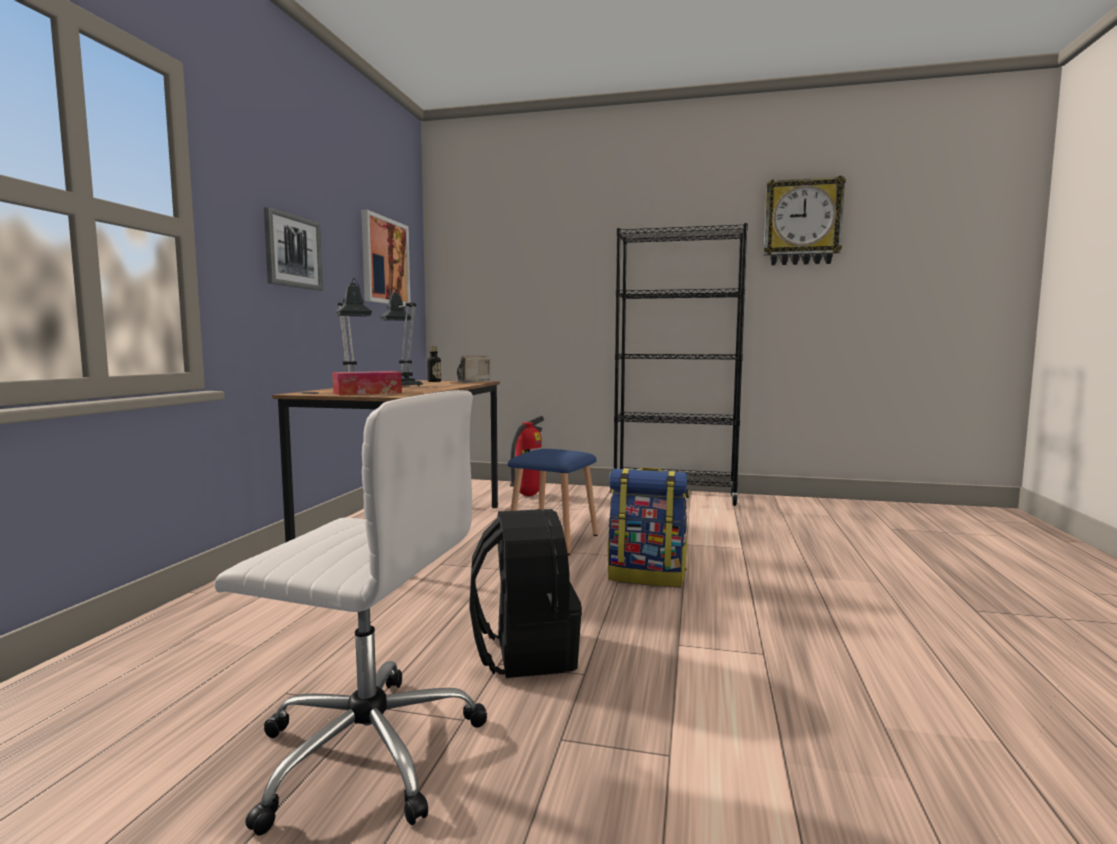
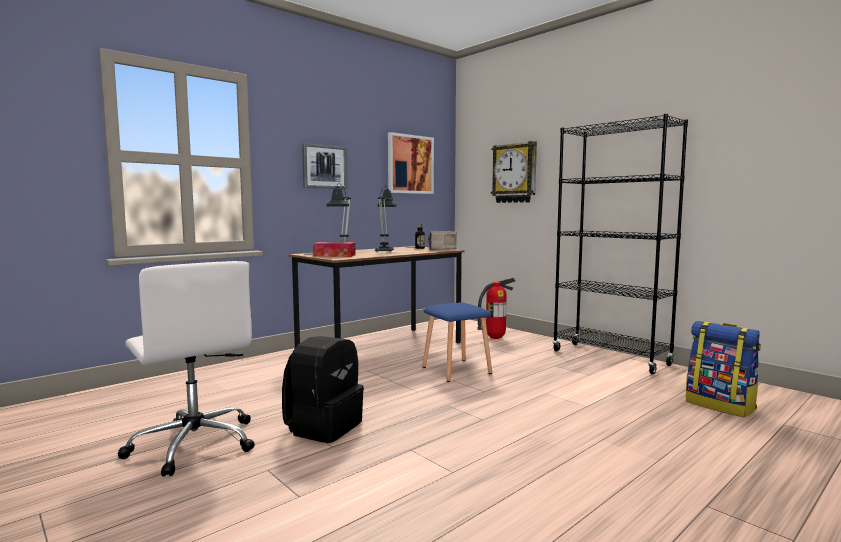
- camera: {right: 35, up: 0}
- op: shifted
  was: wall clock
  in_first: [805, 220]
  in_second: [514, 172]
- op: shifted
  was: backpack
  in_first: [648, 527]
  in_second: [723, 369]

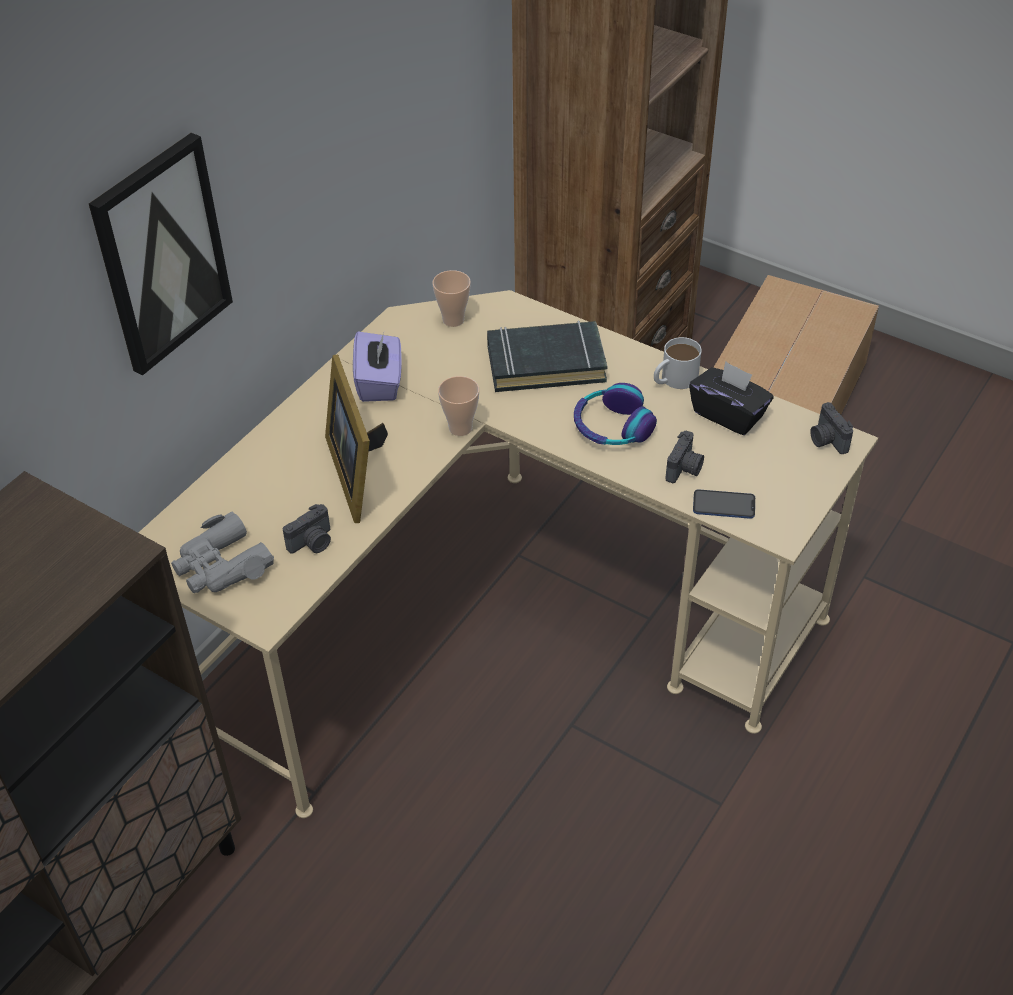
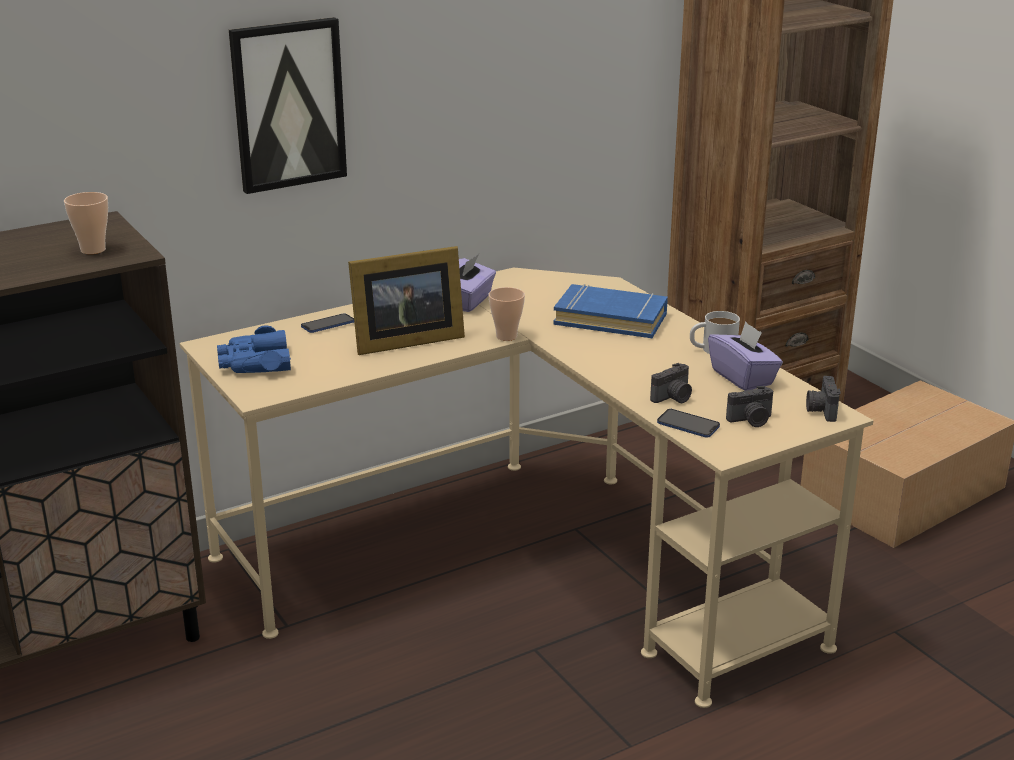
- camera: {right: 25, up: -20}
- op: shifted
  was: cup
  in_first: [451, 298]
  in_second: [86, 223]
- op: repainted
  was: book (black)
  now: book (blue)
  in_first: [547, 356]
  in_second: [610, 311]
- op: rotated
  was: picture frame
  in_first: [356, 439]
  in_second: [406, 300]
  clockwise: -120
- op: repainted
  was: tissue box (black)
  now: tissue box (purple)
  in_first: [731, 398]
  in_second: [745, 356]
- op: gone
  was: headphones
  in_first: [615, 414]
- op: shifted
  was: photo camera
  in_first: [306, 528]
  in_second: [749, 406]
- op: repainted
  was: binoculars (grey)
  now: binoculars (blue)
  in_first: [222, 552]
  in_second: [254, 349]
- op: new
  now: phone
  in_second: [327, 323]

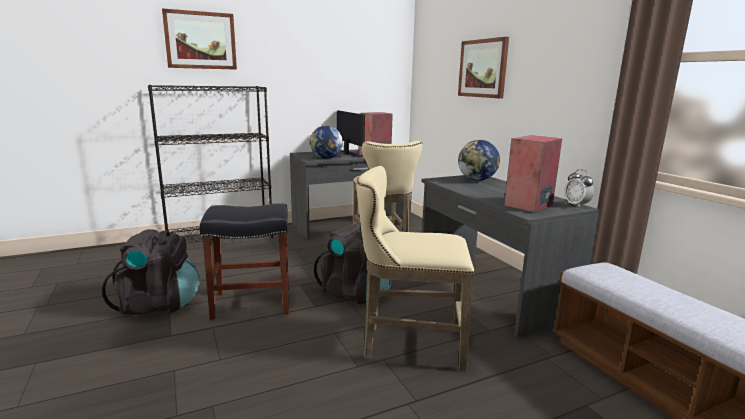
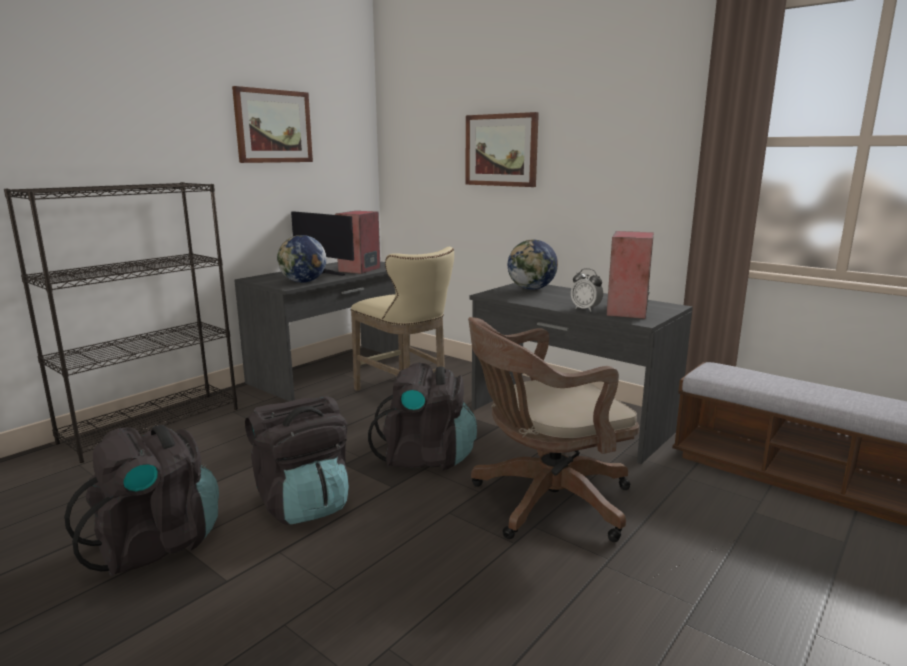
- camera: {right: -25, up: 0}
- op: shifted
  was: picture
  in_first: [199, 39]
  in_second: [272, 124]
- op: swapped
  was: stool (beige)
  now: office chair (brown)
  in_first: [415, 268]
  in_second: [553, 429]
- op: shifted
  was: alarm clock
  in_first: [579, 188]
  in_second: [587, 290]
- op: swapped
  was: stool (black)
  now: backpack (black)
  in_first: [244, 261]
  in_second: [297, 460]

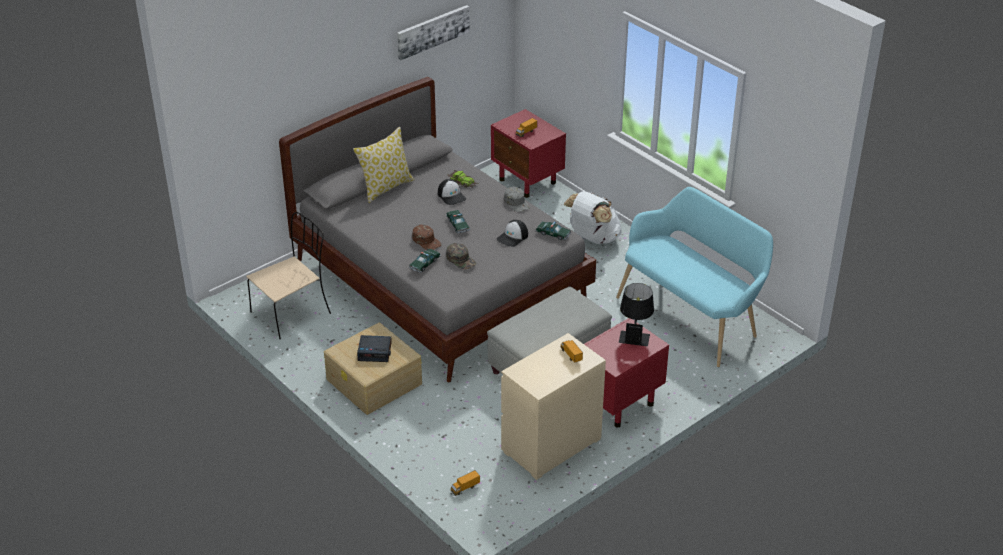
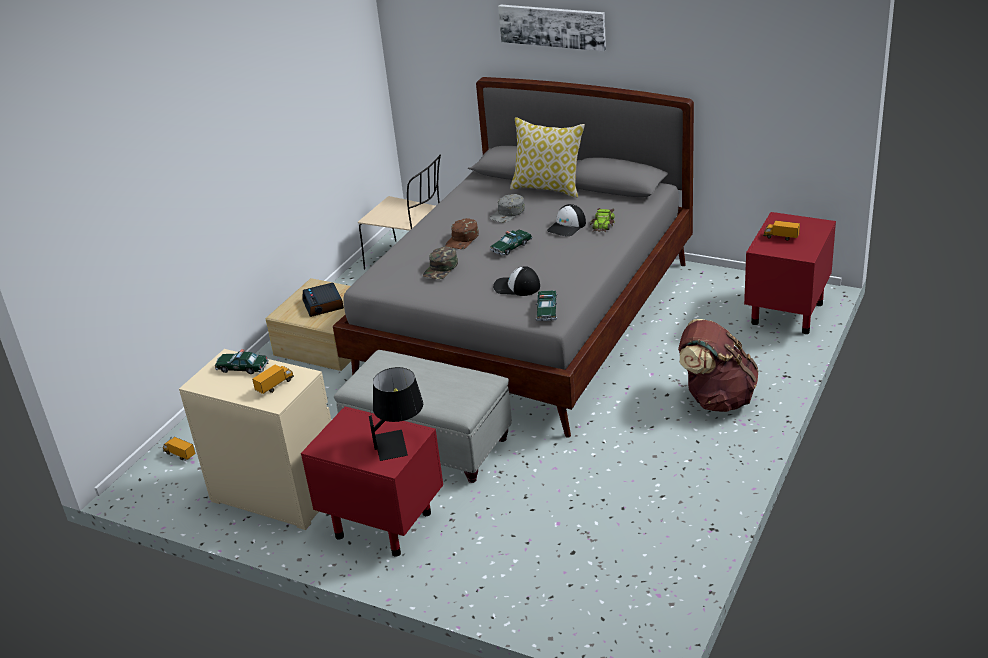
- camera: {right: 70, up: -5}
- op: shifted
  was: picture
  in_first: [433, 32]
  in_second: [552, 27]
- op: shifted
  was: cap (grey)
  in_first: [517, 199]
  in_second: [507, 208]
- op: gone
  was: bench (turquoise)
  in_first: [694, 277]
- op: repainted
  was: backpack (white)
  now: backpack (brown)
  in_first: [593, 217]
  in_second: [718, 365]
- op: shifted
  was: toy car
  in_first: [425, 260]
  in_second: [242, 361]

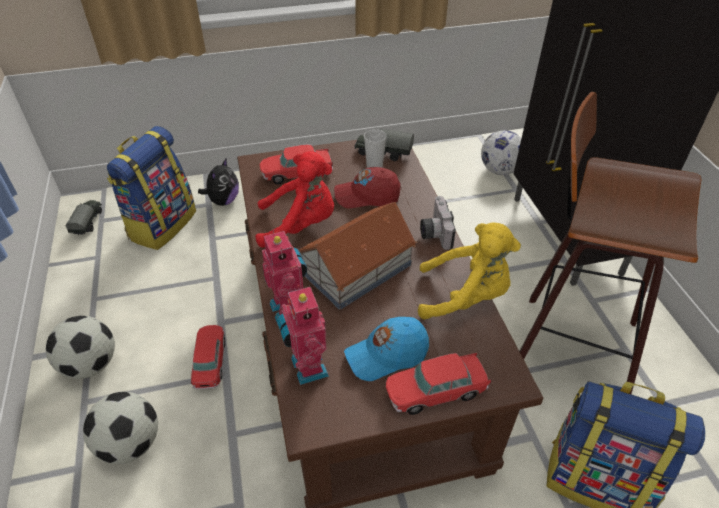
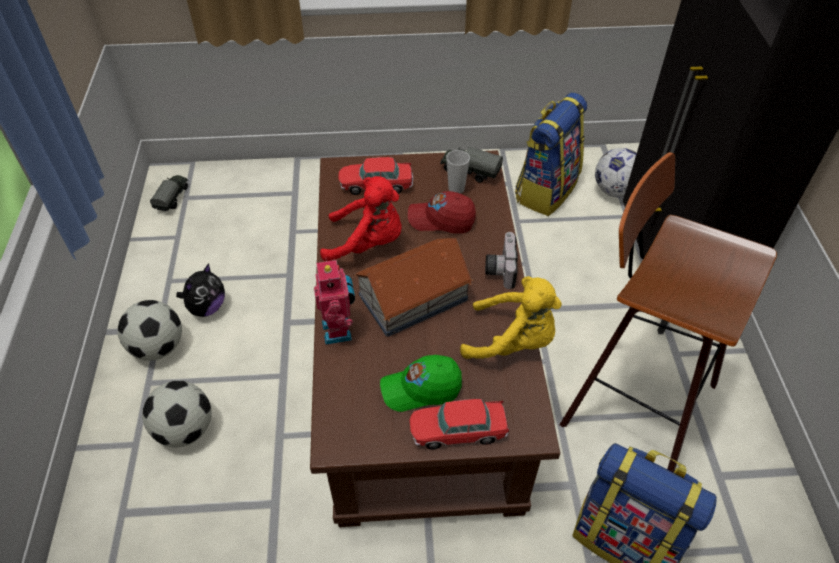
- camera: {right: 10, up: 5}
- op: shifted
  was: backpack
  in_first: [151, 188]
  in_second: [551, 154]
- op: shifted
  was: plush toy
  in_first: [218, 182]
  in_second: [200, 290]
- op: gone
  was: toy robot
  in_first: [303, 335]
- op: repainted
  was: cap (blue)
  now: cap (green)
  in_first: [386, 349]
  in_second: [421, 383]
- op: gone
  was: toy car
  in_first: [208, 357]

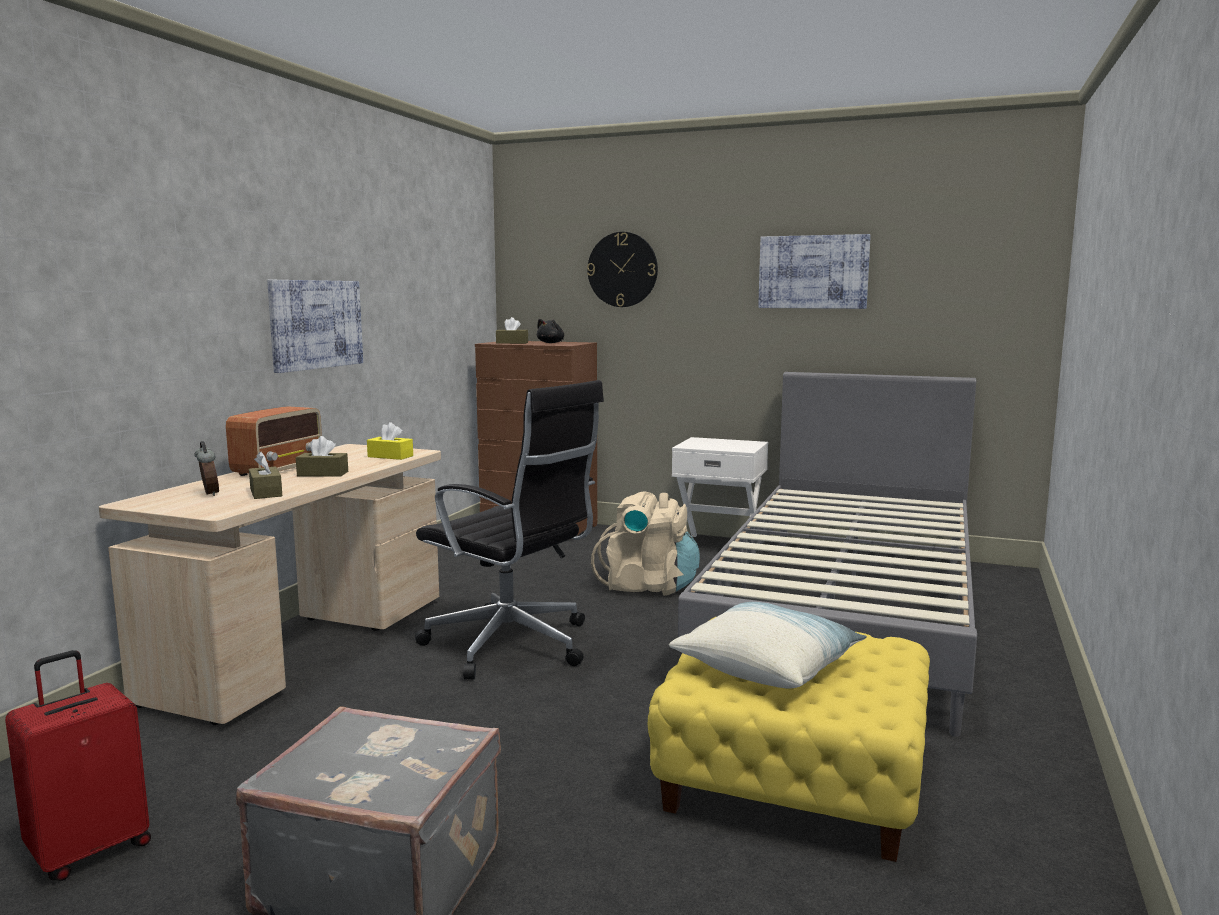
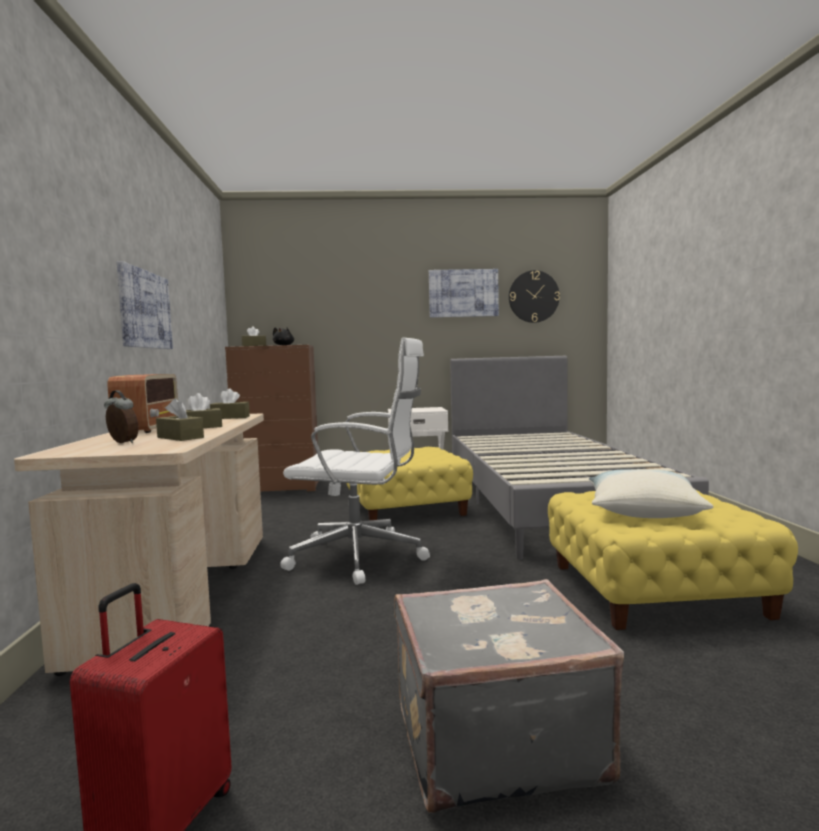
- camera: {right: -25, up: -5}
- op: shifted
  was: wall clock
  in_first: [622, 269]
  in_second: [534, 296]
- op: repainted
  was: office chair (black)
  now: office chair (white)
  in_first: [509, 530]
  in_second: [355, 461]
- op: repainted
  was: tissue box (yellow)
  now: tissue box (brown)
  in_first: [390, 441]
  in_second: [230, 403]
- op: swapped
  was: backpack (beige)
  now: ottoman (yellow)
  in_first: [645, 543]
  in_second: [409, 483]

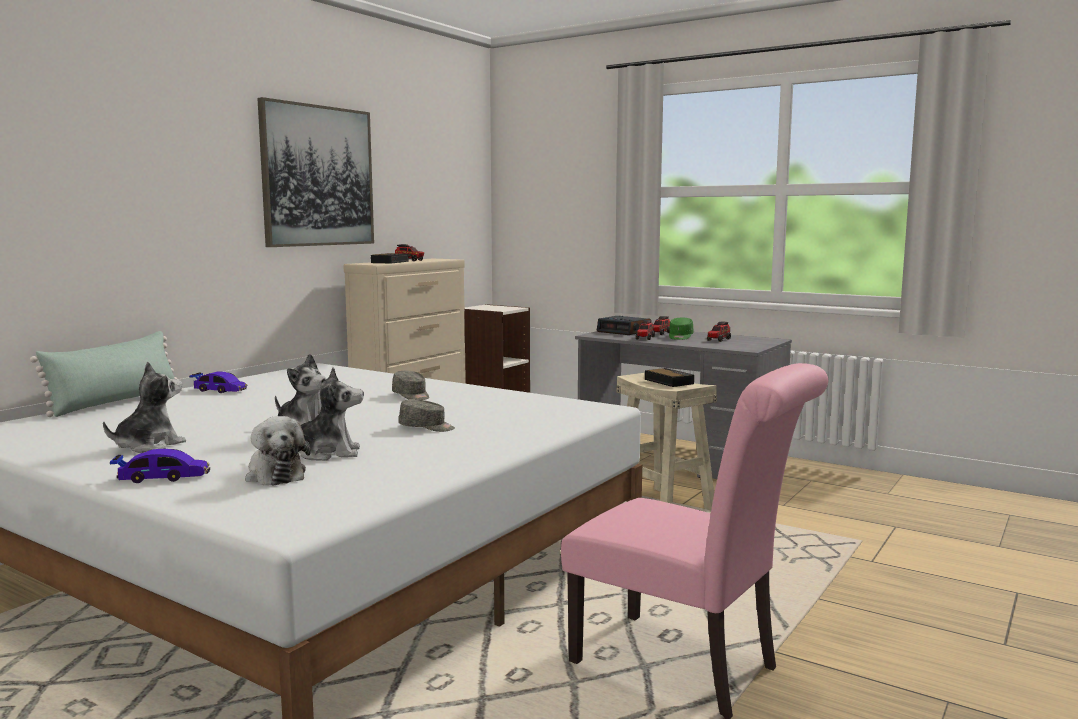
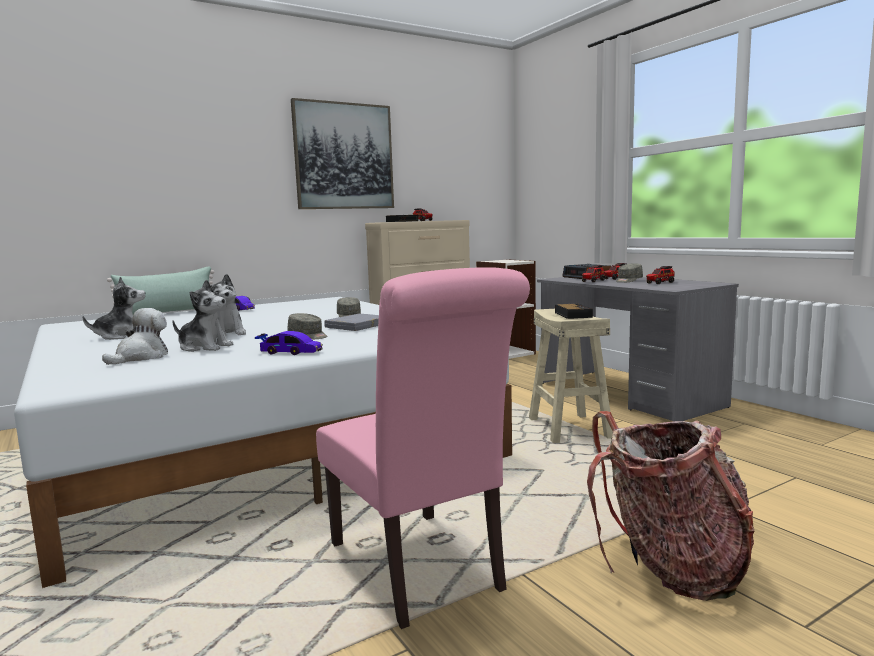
- camera: {right: 25, up: 0}
- op: repainted
  was: cap (green)
  now: cap (grey)
  in_first: [681, 329]
  in_second: [629, 272]
- op: rotated
  was: plush toy
  in_first: [278, 451]
  in_second: [135, 336]
  clockwise: -150
- op: shifted
  was: toy car
  in_first: [160, 466]
  in_second: [289, 343]
- op: new
  now: book (grey)
  in_second: [352, 322]
- op: new
  now: backpack
  in_second: [671, 506]

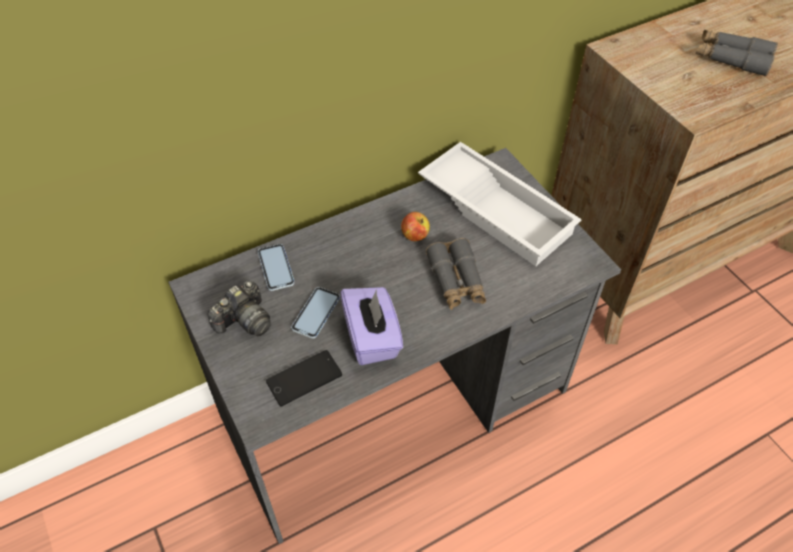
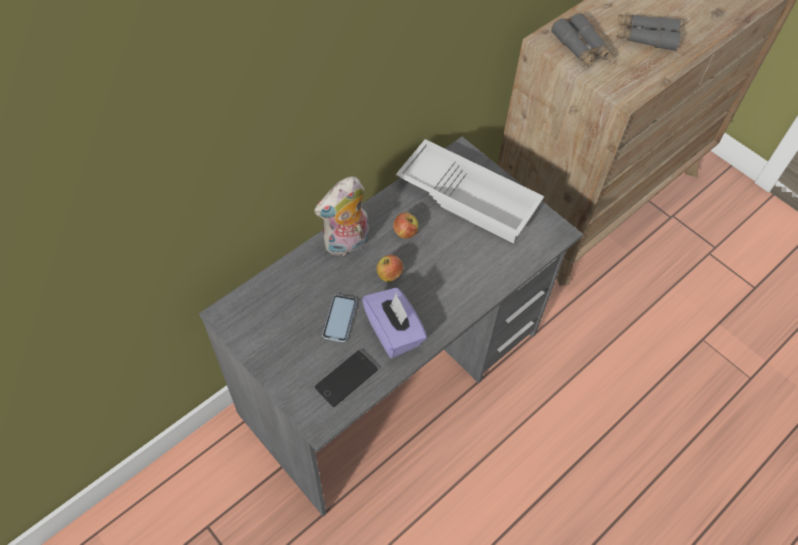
- camera: {right: -15, up: 5}
- op: shifted
  was: binoculars (grey)
  in_first: [456, 274]
  in_second: [582, 40]
- op: gone
  was: phone
  in_first: [276, 267]
- op: gone
  was: photo camera
  in_first: [239, 308]
- op: new
  now: plush toy
  in_second: [341, 216]
- op: new
  now: apple
  in_second: [390, 268]

